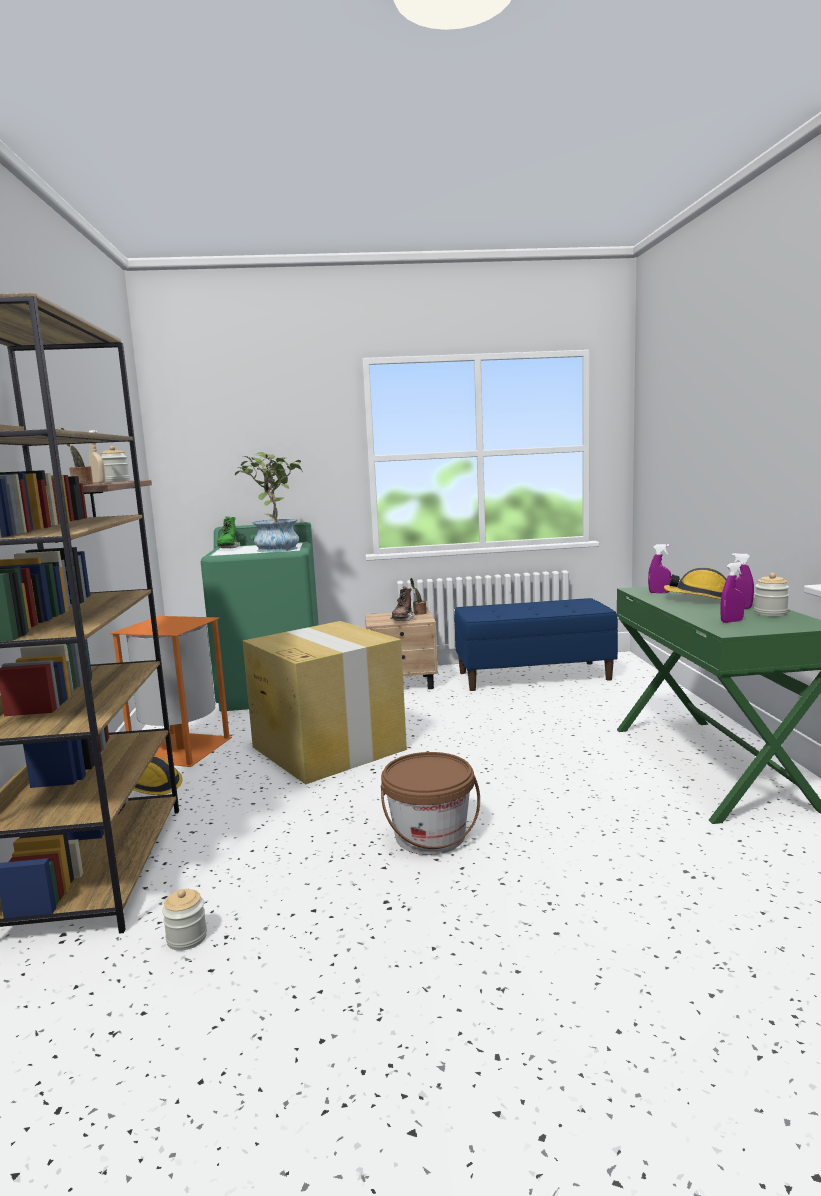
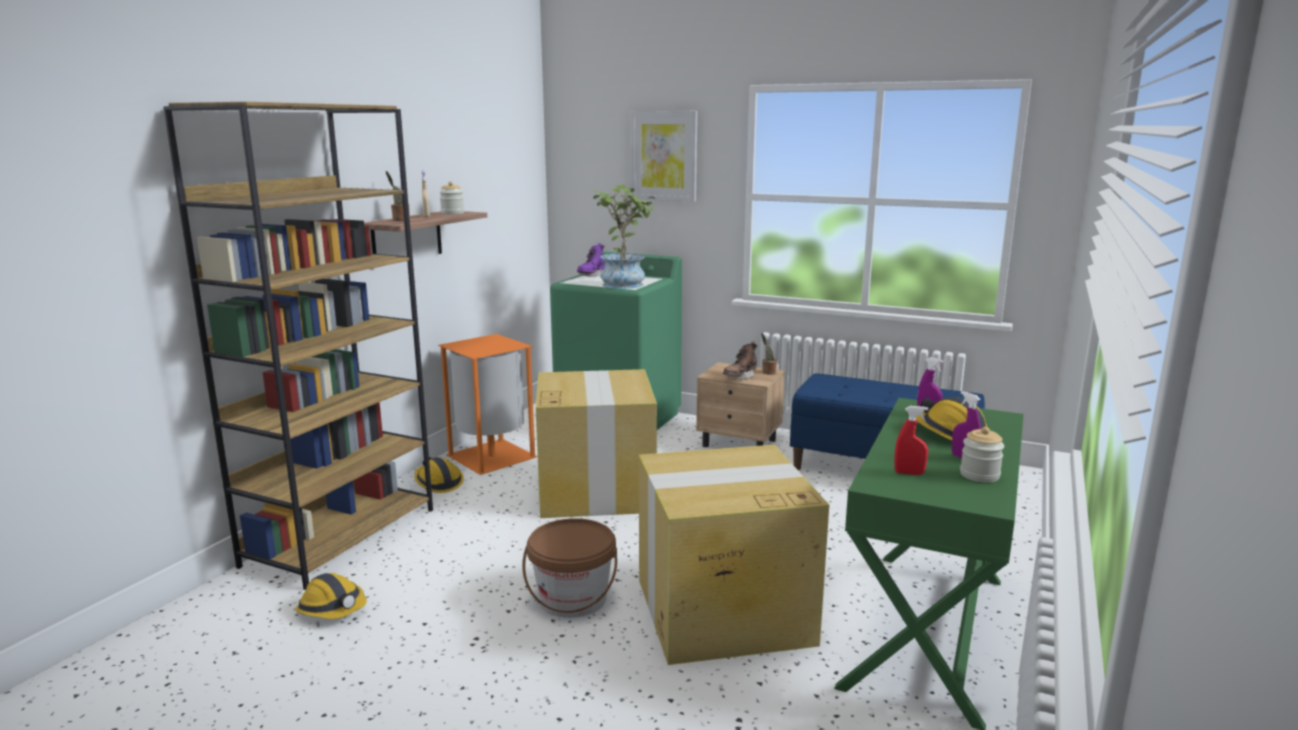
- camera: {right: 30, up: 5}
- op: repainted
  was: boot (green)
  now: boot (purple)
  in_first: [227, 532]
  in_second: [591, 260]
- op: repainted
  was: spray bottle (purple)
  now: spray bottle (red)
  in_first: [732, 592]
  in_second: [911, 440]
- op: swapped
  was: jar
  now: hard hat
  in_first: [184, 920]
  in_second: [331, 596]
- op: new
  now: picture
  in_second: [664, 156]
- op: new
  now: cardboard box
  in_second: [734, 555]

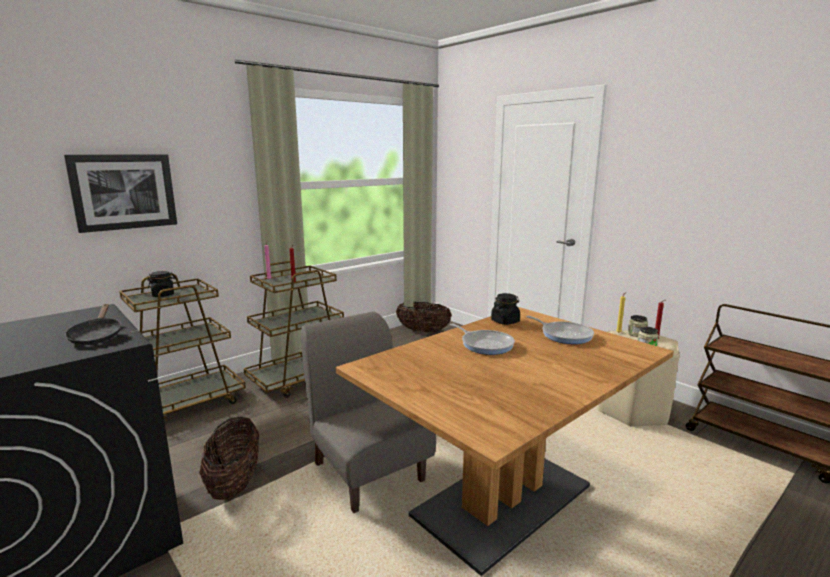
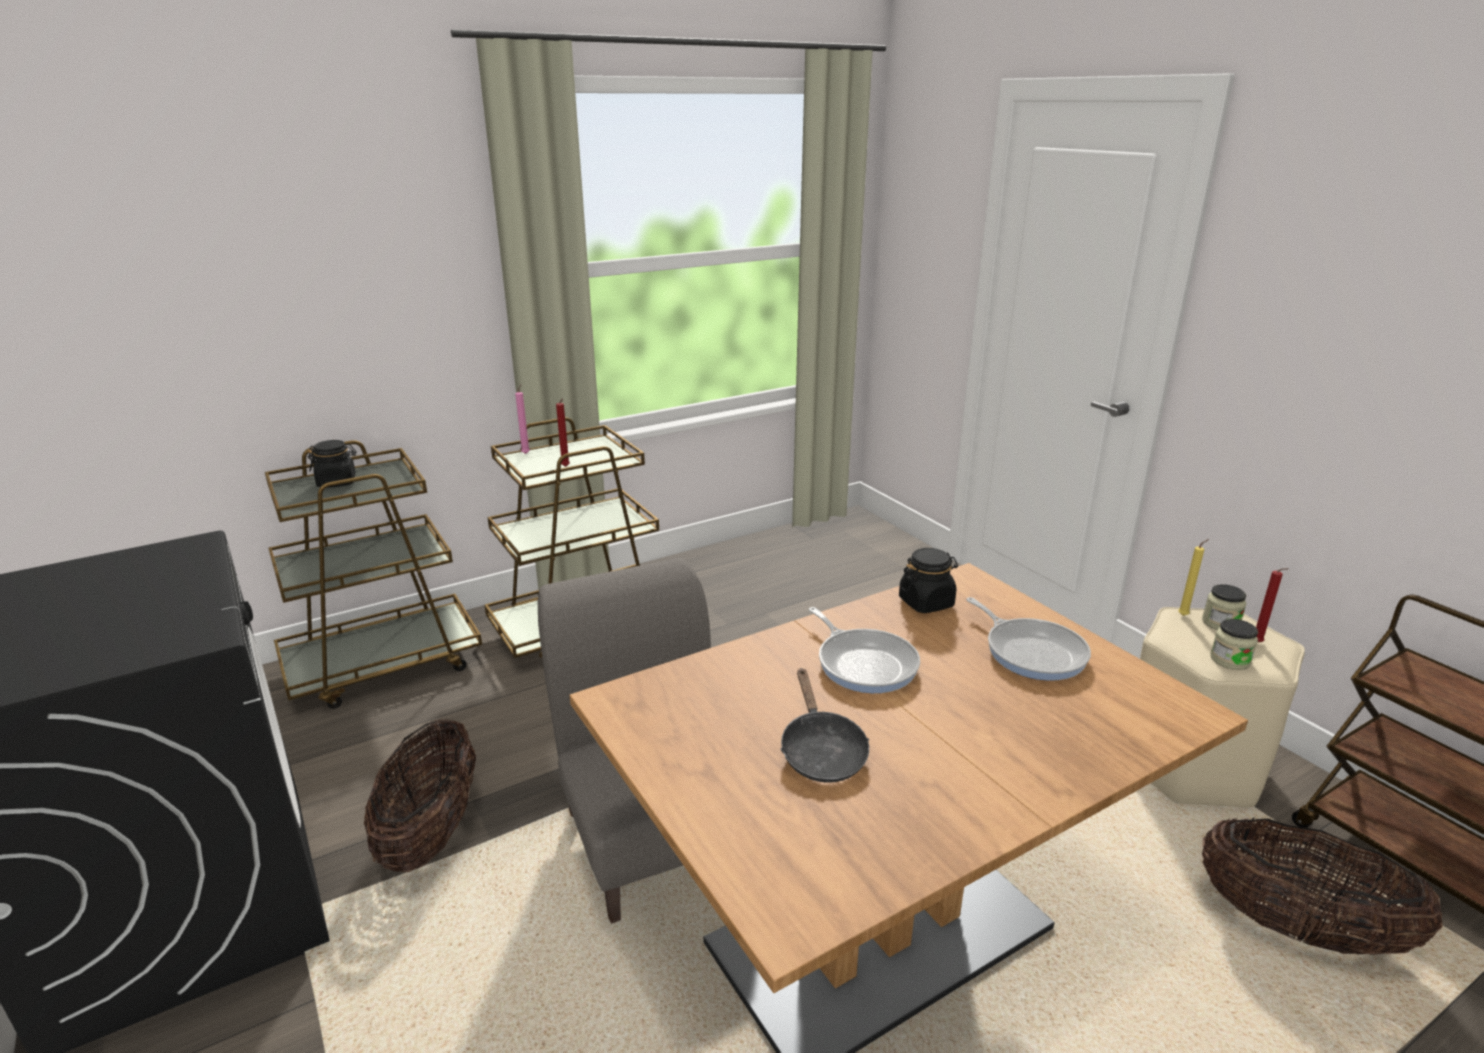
- camera: {right: 10, up: 10}
- op: gone
  was: picture
  in_first: [120, 193]
- op: shifted
  was: basket
  in_first: [424, 317]
  in_second: [1322, 886]
- op: shifted
  was: frying pan (black)
  in_first: [93, 324]
  in_second: [824, 725]

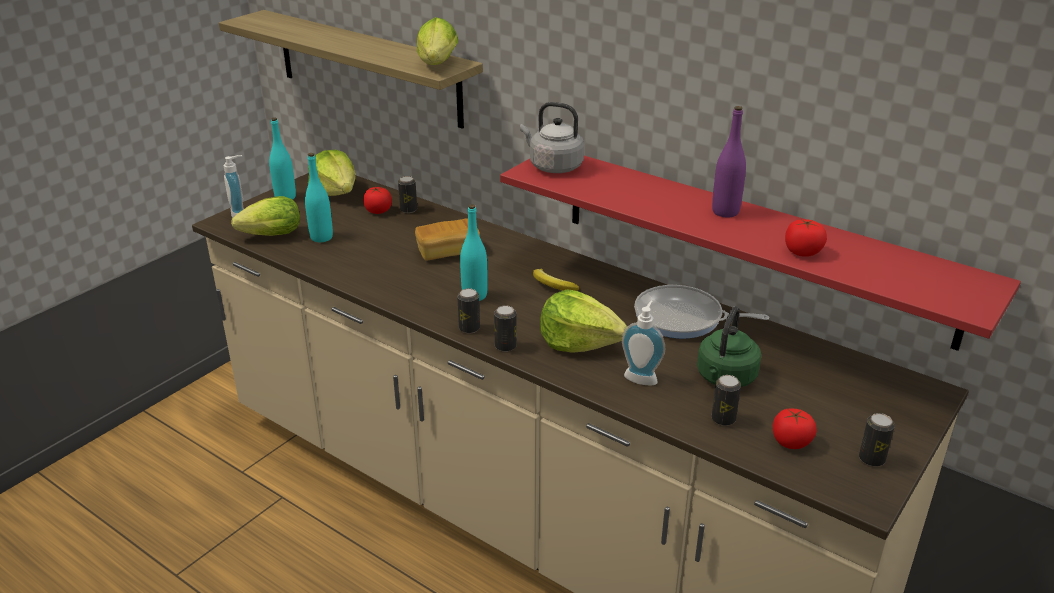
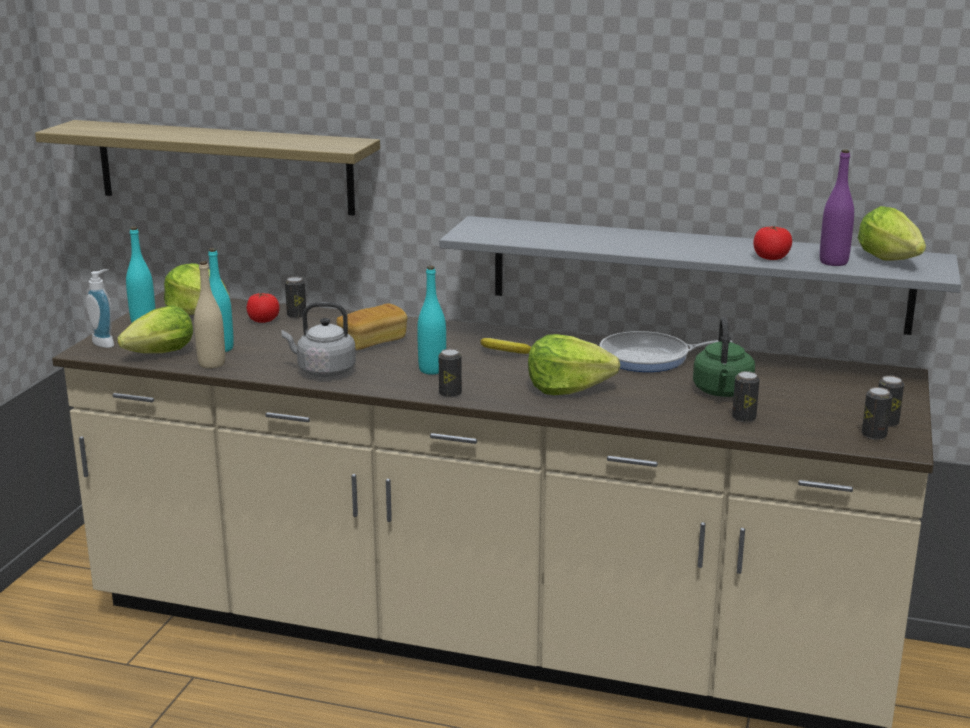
- camera: {right: -20, up: -10}
- op: shifted
  was: lettuce
  in_first: [437, 41]
  in_second: [892, 233]
- op: shifted
  was: kettle (grey)
  in_first: [552, 137]
  in_second: [318, 339]
- op: shifted
  was: bottle (purple)
  in_first: [729, 161]
  in_second: [837, 207]
- op: repainted
  was: shelf (red)
  now: shelf (grey)
  in_first: [760, 253]
  in_second: [700, 275]
- op: gone
  was: soap dispenser
  in_first: [643, 343]
- op: shifted
  was: can
  in_first: [505, 328]
  in_second: [877, 413]
- op: gone
  was: tomato
  in_first: [795, 429]
- op: new
  now: bottle (beige)
  in_second: [209, 315]

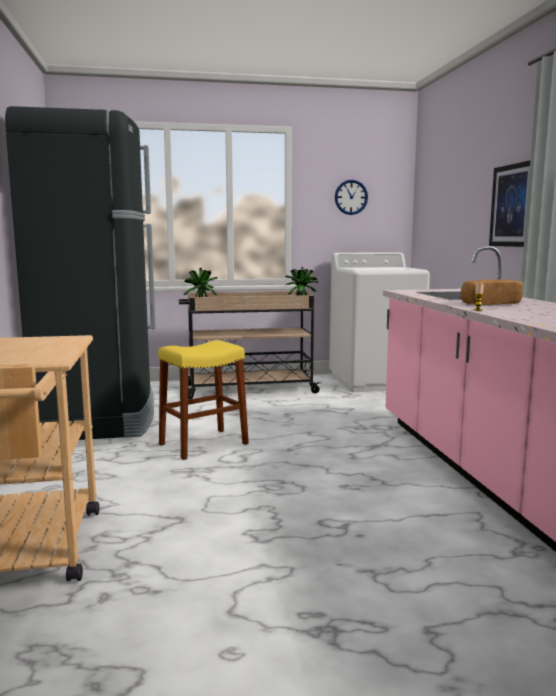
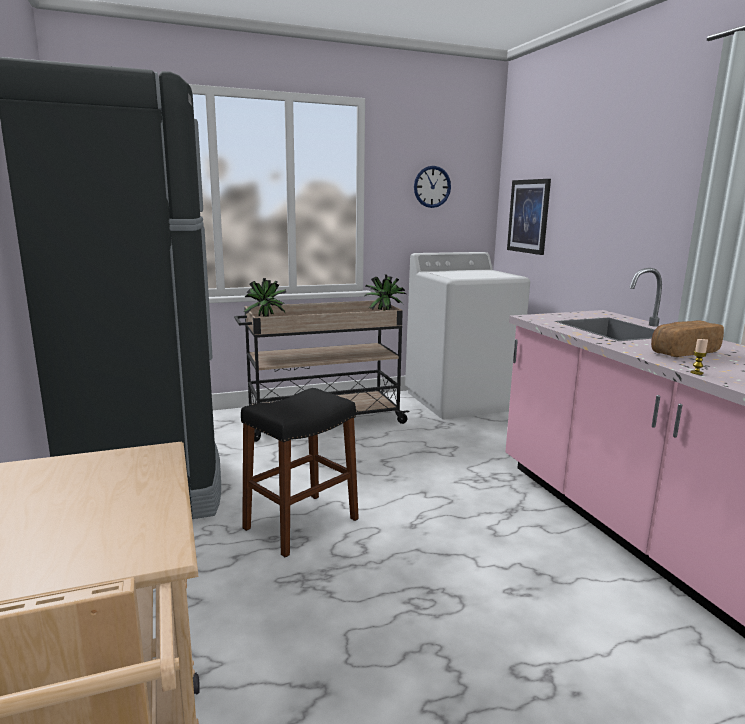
- camera: {right: -10, up: 5}
- op: shifted
  was: picture
  in_first: [509, 204]
  in_second: [529, 217]
- op: repainted
  was: stool (yellow)
  now: stool (black)
  in_first: [203, 400]
  in_second: [300, 473]

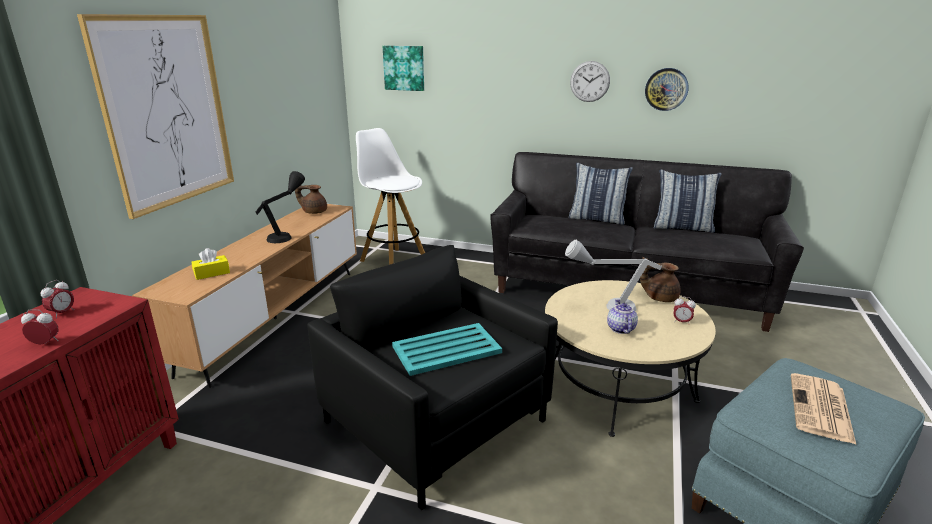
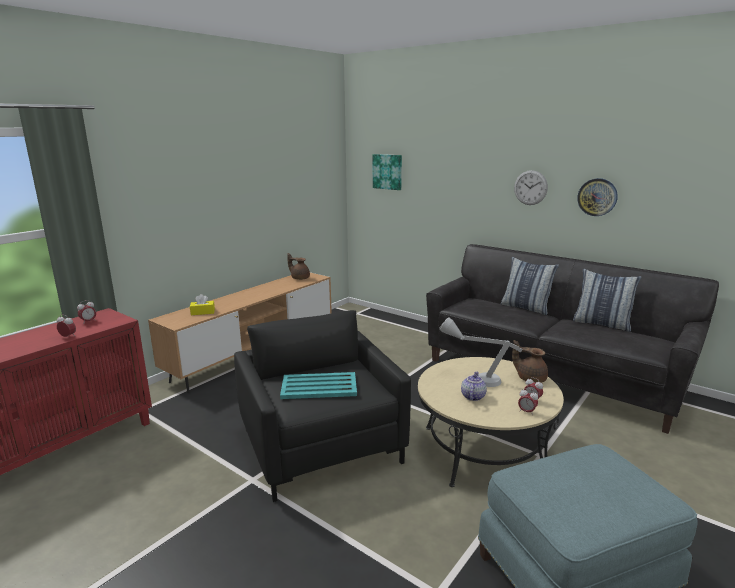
- camera: {right: 20, up: -5}
- op: gone
  was: picture
  in_first: [155, 116]
- op: gone
  was: stool (white)
  in_first: [390, 196]
- op: gone
  was: table lamp (black)
  in_first: [280, 207]
- op: gone
  was: newspaper
  in_first: [823, 408]
- op: new
  now: alarm clock
  in_second: [528, 401]

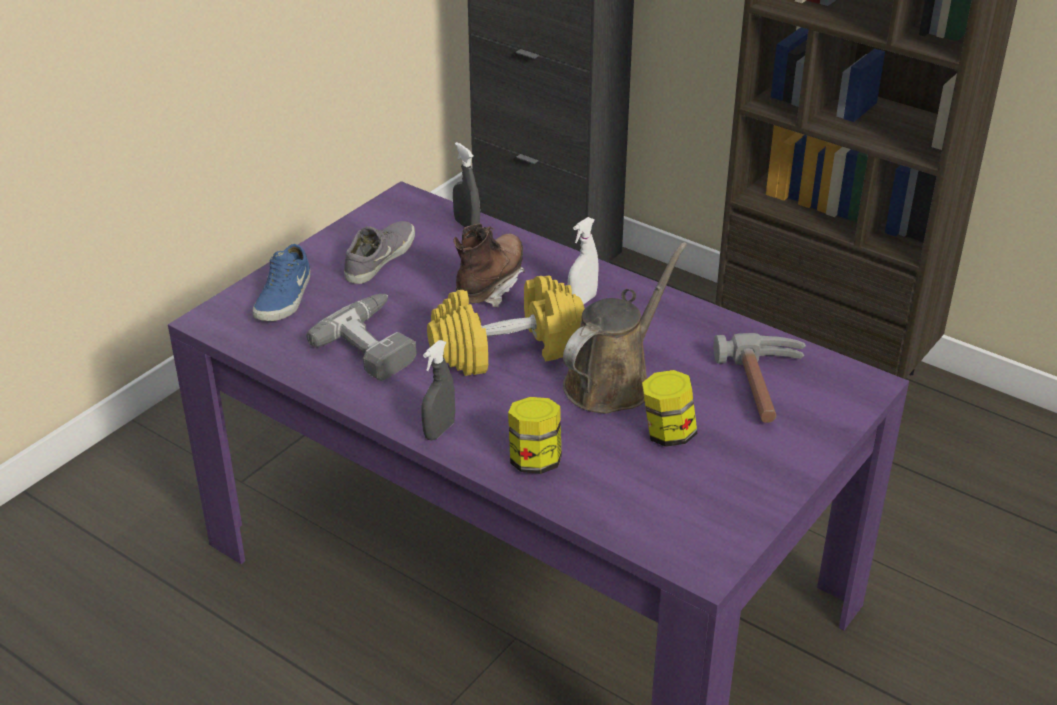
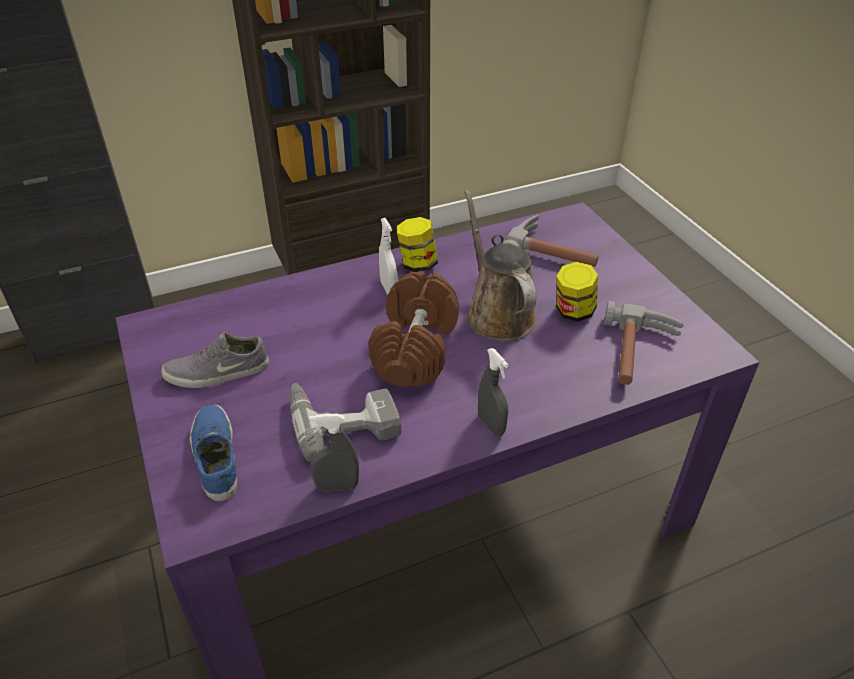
- camera: {right: -60, up: 5}
- op: shifted
  was: spray bottle (grey)
  in_first: [466, 184]
  in_second: [334, 452]
- op: rotated
  was: shoe (grey)
  in_first: [379, 252]
  in_second: [215, 360]
  clockwise: -75
- op: gone
  was: boot (brown)
  in_first: [488, 266]
- op: rotated
  was: shoe (blue)
  in_first: [281, 282]
  in_second: [213, 452]
  clockwise: -150
- op: repainted
  was: dumbbell (yellow)
  now: dumbbell (brown)
  in_first: [506, 326]
  in_second: [413, 329]
- op: shifted
  was: jar
  in_first: [535, 435]
  in_second: [417, 244]
- op: new
  now: hammer
  in_second: [643, 343]

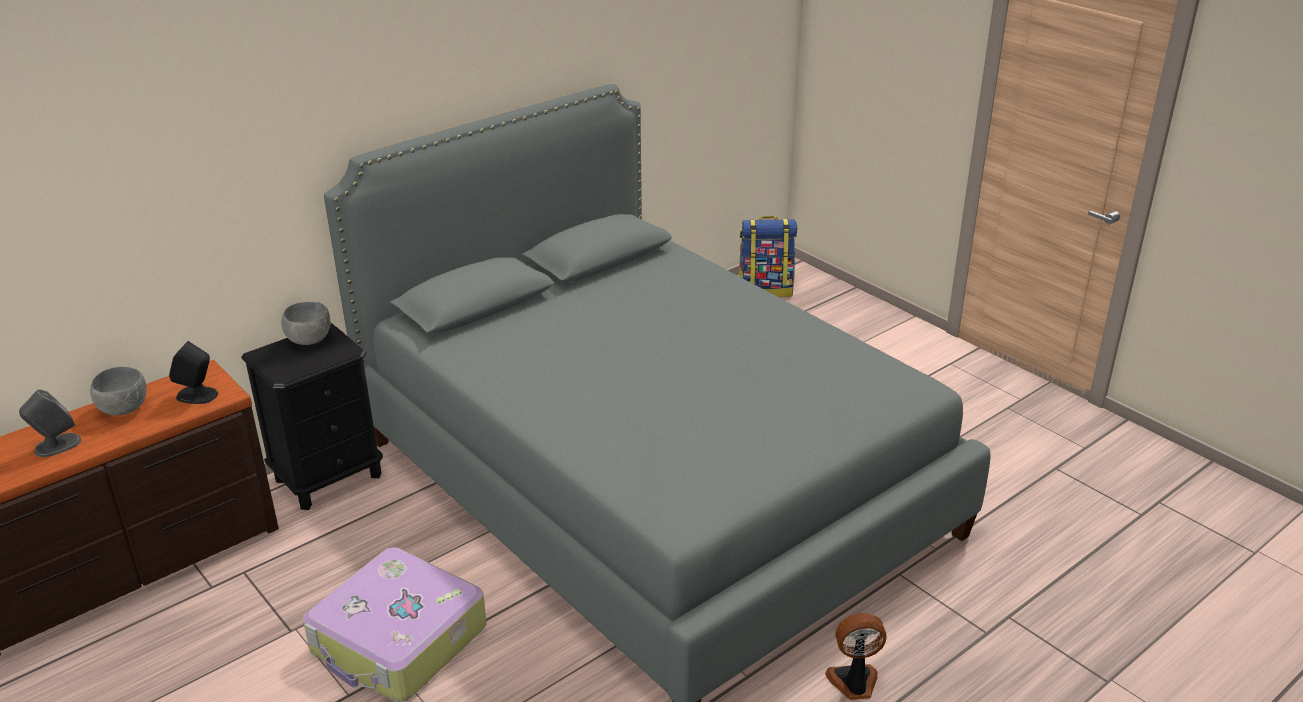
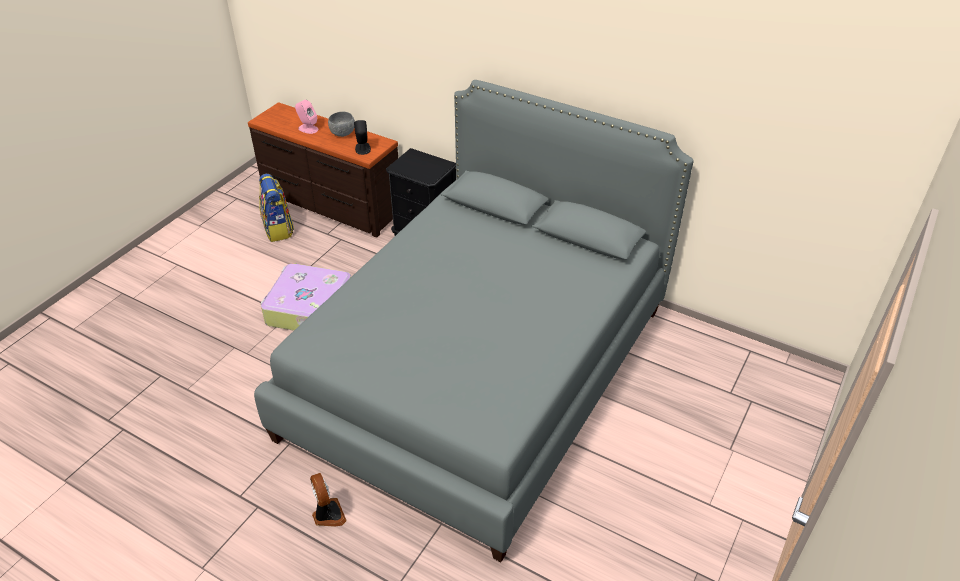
- camera: {right: 70, up: 10}
- op: shifted
  was: backpack
  in_first: [768, 257]
  in_second: [276, 208]
- op: gone
  was: bowl (grey)
  in_first: [305, 323]
- op: repainted
  was: speaker (grey)
  now: speaker (pink)
  in_first: [50, 423]
  in_second: [307, 117]

